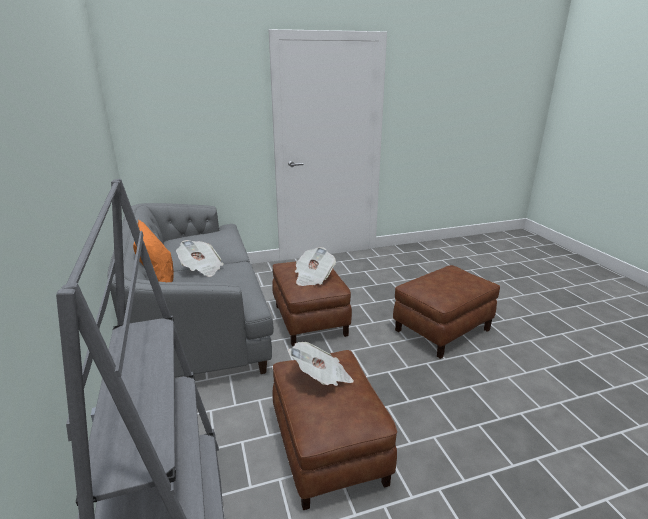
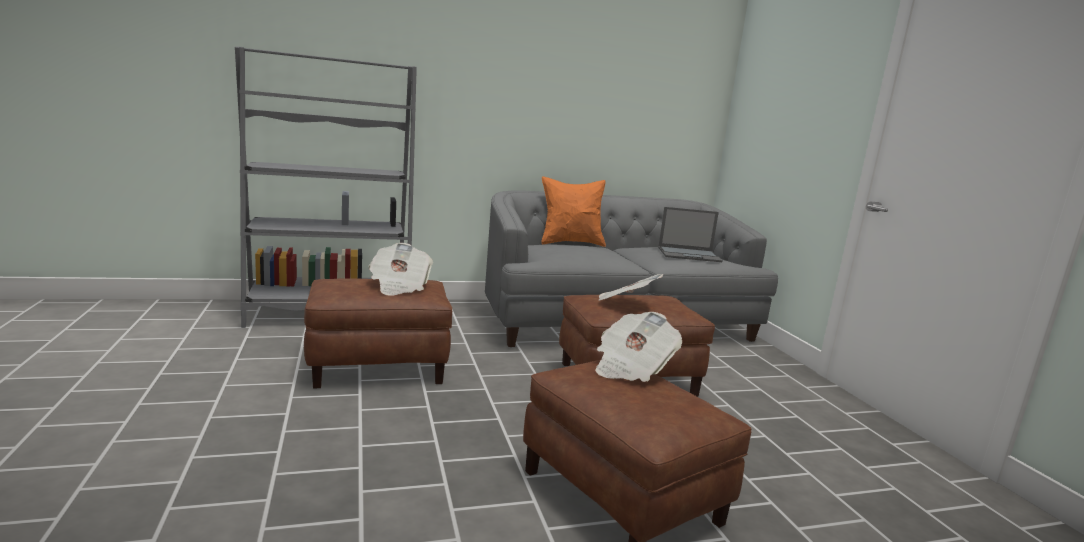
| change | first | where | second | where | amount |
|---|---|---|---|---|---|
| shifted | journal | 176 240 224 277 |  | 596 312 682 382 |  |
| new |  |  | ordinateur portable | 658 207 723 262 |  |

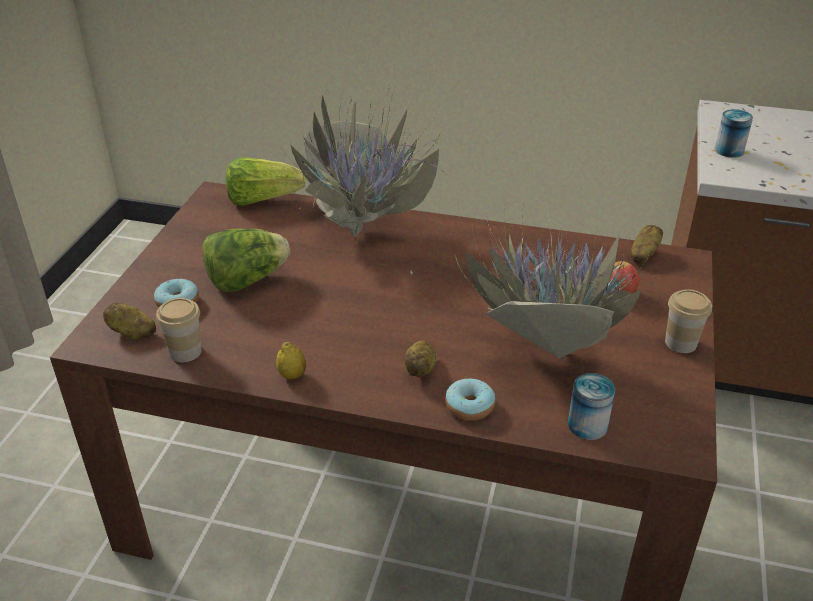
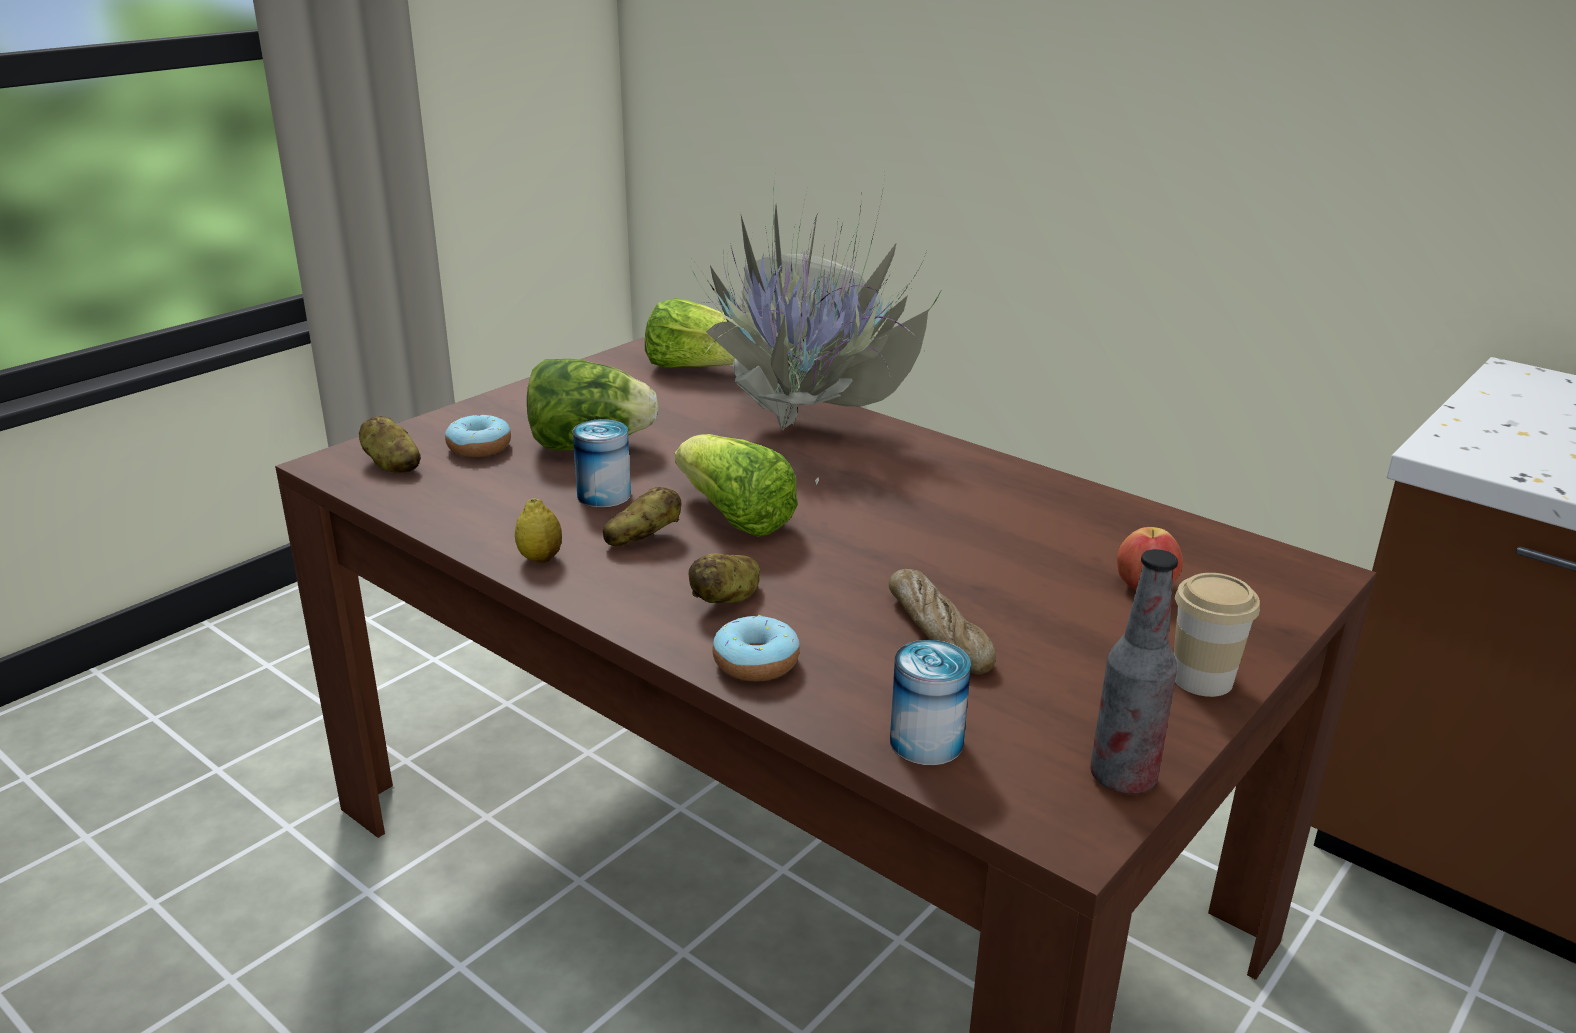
| change | first | where | second | where | amount |
|---|---|---|---|---|---|
| shifted | boîte métallique | 714 109 753 158 |  | 573 419 631 508 |  |
| swapped | plante en pot | 455 202 652 359 | pain | 889 569 996 674 |  |
| shifted | pomme de terre | 631 225 663 264 |  | 603 487 682 546 |  |
| gone | tasse | 156 298 202 362 |  |  |  |
| new |  |  | laitue | 675 434 798 537 |  |
| new |  |  | bouteille | 1090 549 1178 794 |  |

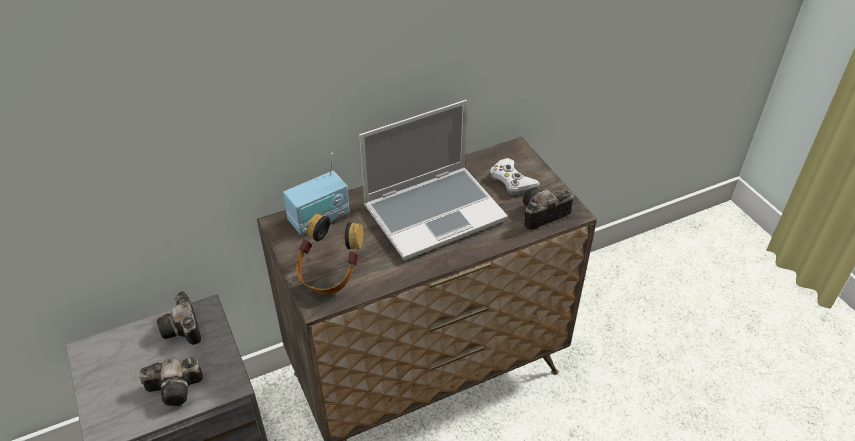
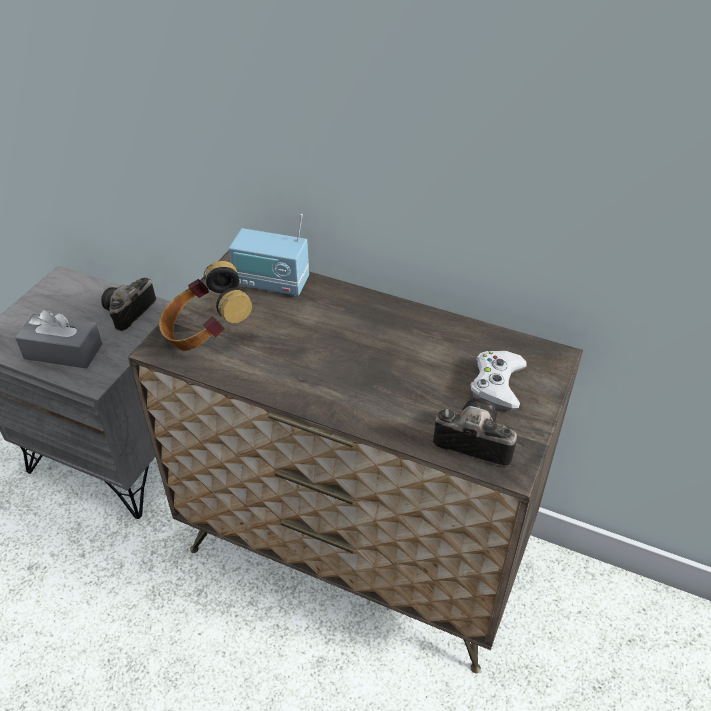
| change | first | where | second | where | amount |
|---|---|---|---|---|---|
| gone | ordinateur portable | 359 100 508 260 |  |  |  |
| swapped | appareil photo | 139 358 203 407 | boîte à mouchoirs [gris] | 15 309 102 369 |  |

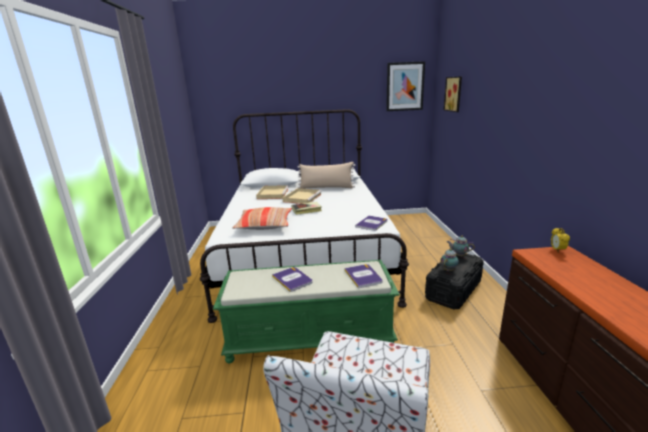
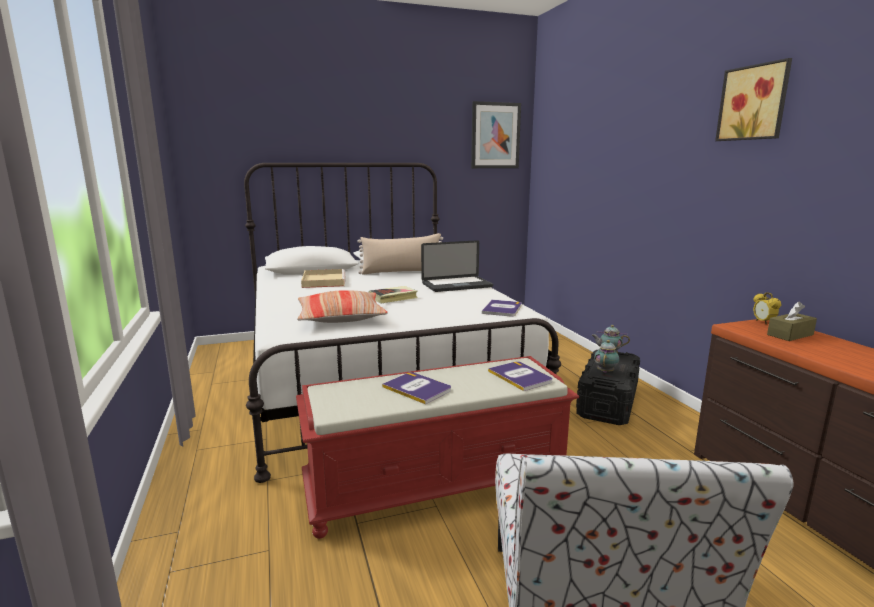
| change | first | where | second | where | amount |
|---|---|---|---|---|---|
| shifted | tableau | 444 76 462 112 |  | 715 58 792 141 |  |
| gone | plateau [beige] | 283 188 322 204 |  |  |  |
| repainted | banc [vert] | 213 260 400 363 | banc [rouge] | 296 356 579 539 |  |
| new |  |  | ordinateur portable | 421 240 493 292 |  |
| new |  |  | boîte à mouchoirs [marron] | 767 301 817 341 |  |

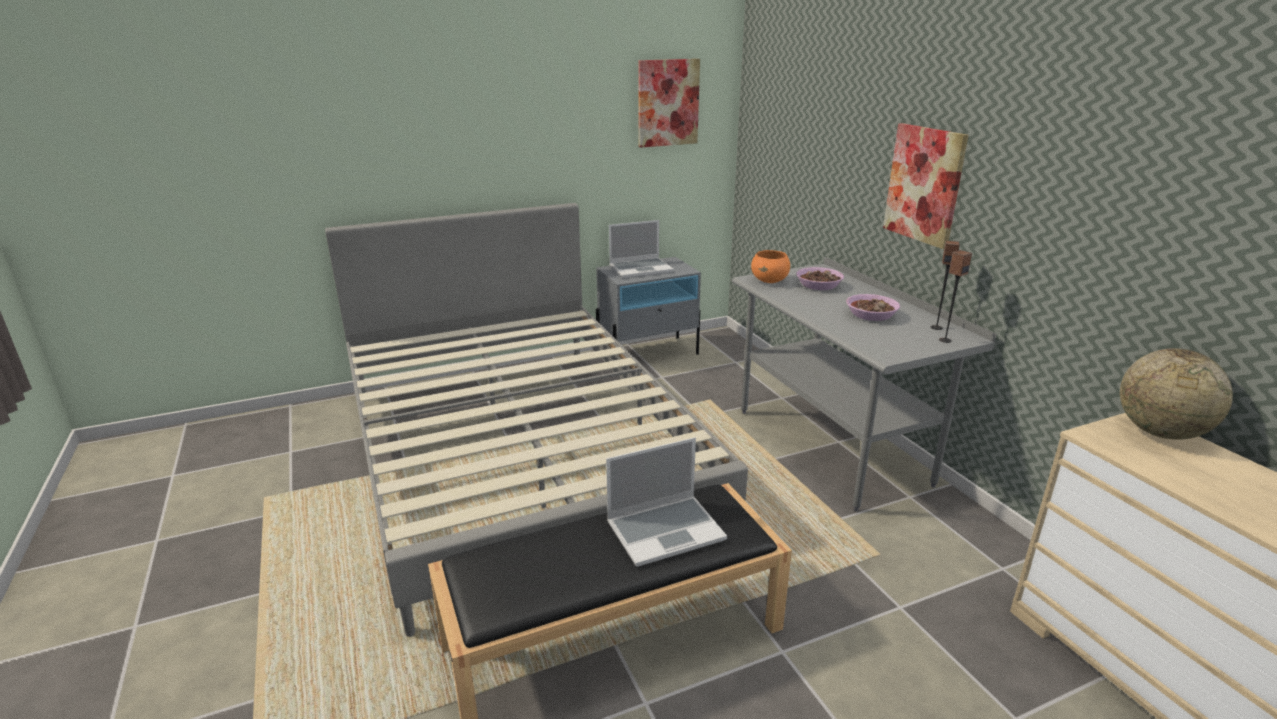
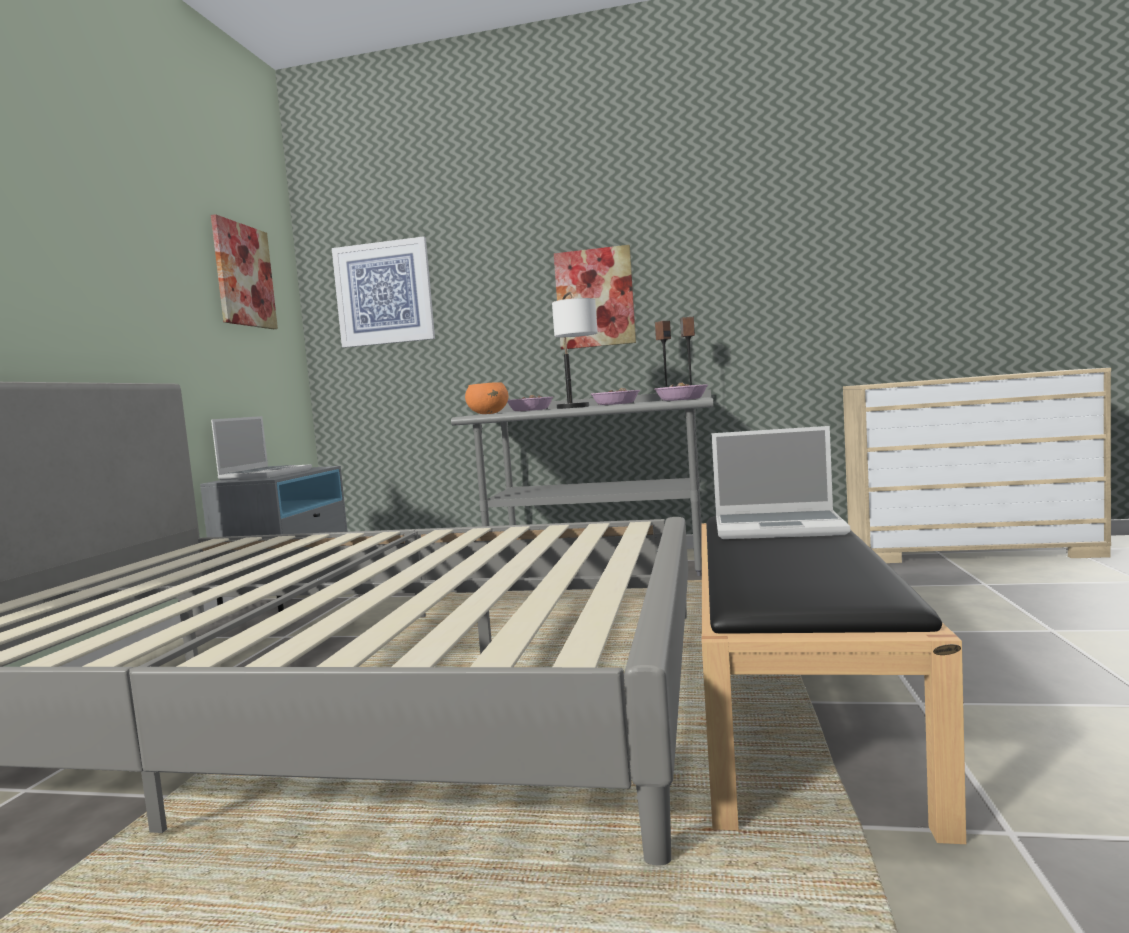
| change | first | where | second | where | amount |
|---|---|---|---|---|---|
| gone | globe | 1120 348 1233 440 |  |  |  |
| rotated | ordinateur portable | 606 437 727 567 |  | 712 426 850 539 | 90 degrees clockwise |
| new |  |  | tableau | 332 236 435 348 |  |
| new |  |  | lampe de table | 552 292 598 409 |  |
| new |  |  | bol | 654 383 708 401 |  |

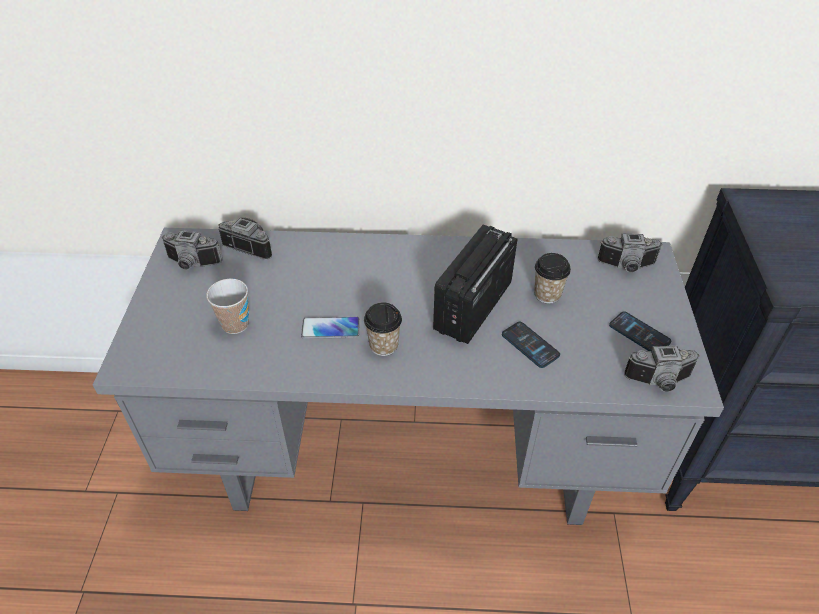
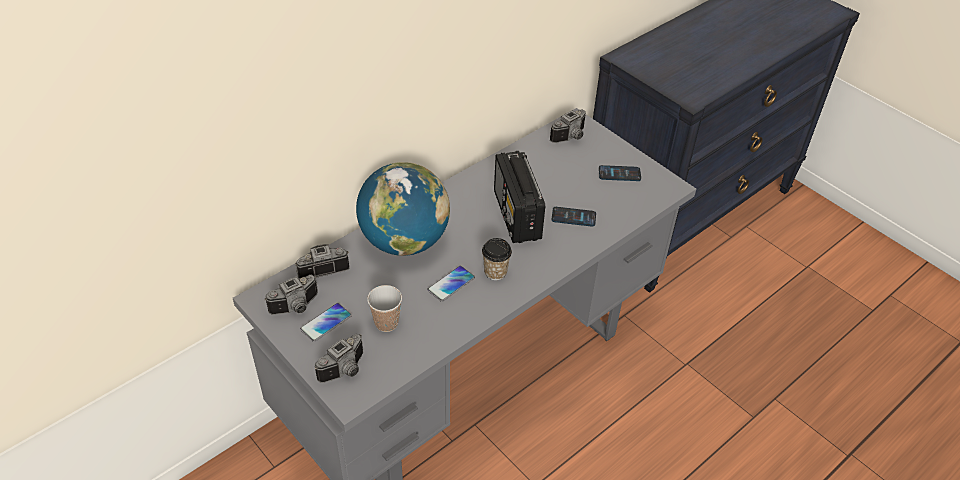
| change | first | where | second | where | amount |
|---|---|---|---|---|---|
| gone | tasse | 534 253 571 304 |  |  |  |
| shifted | appareil photo | 624 346 700 392 |  | 315 334 363 383 |  |
| new |  |  | globe | 356 162 450 256 |  |
| new |  |  | téléphone | 300 303 352 342 |  |

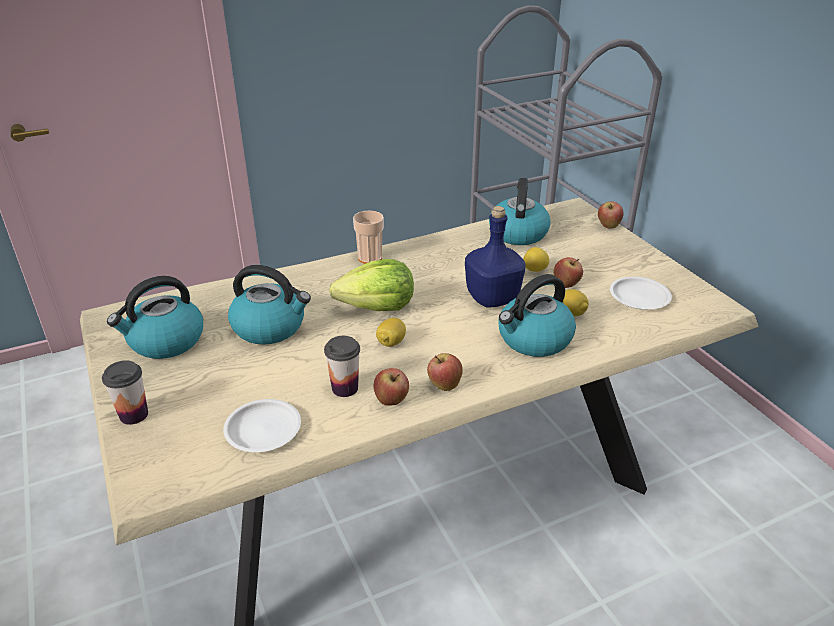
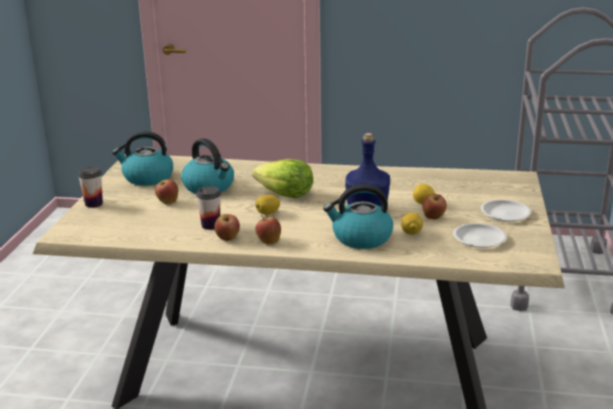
| change | first | where | second | where | amount |
|---|---|---|---|---|---|
| gone | bouilloire | 489 178 551 245 |  |  |  |
| shifted | pomme | 598 201 624 229 |  | 155 180 178 204 |  |
| gone | tasse | 353 210 384 264 |  |  |  |
| shifted | assiette [blanc] | 223 399 301 452 |  | 481 199 531 222 |  |

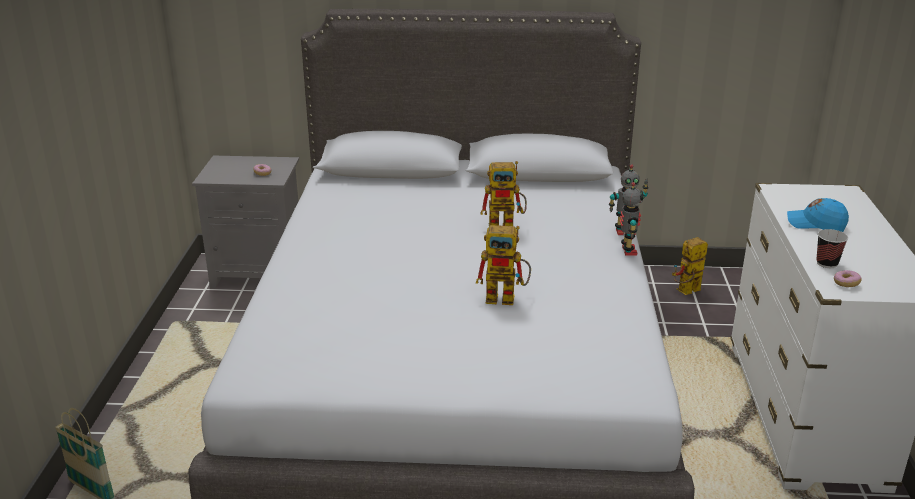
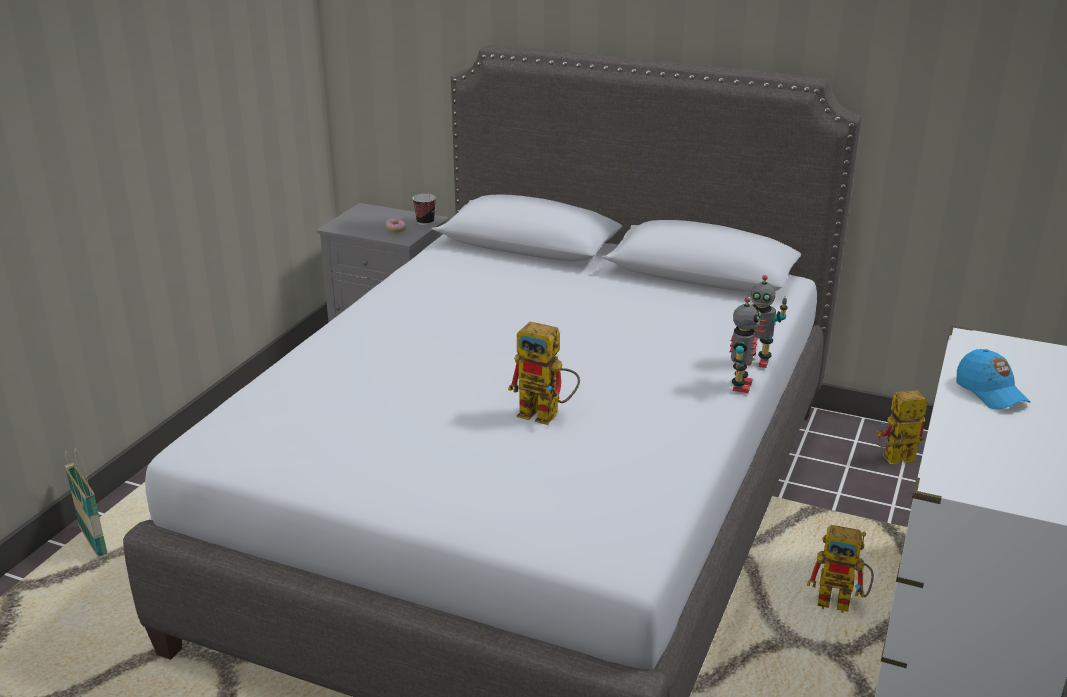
| change | first | where | second | where | amount |
|---|---|---|---|---|---|
| shifted | robot jouet | 481 161 527 226 |  | 807 525 874 613 |  |
| rotated | casquette [bleu] | 787 198 849 232 |  | 957 349 1030 409 | 150 degrees counterclockwise |
| shifted | tasse | 816 229 848 268 |  | 413 194 436 225 |  |
| gone | beignet | 834 270 862 287 |  |  |  |

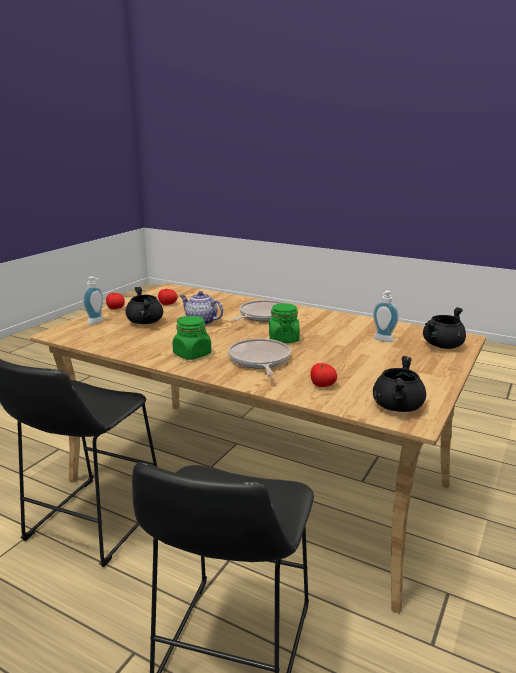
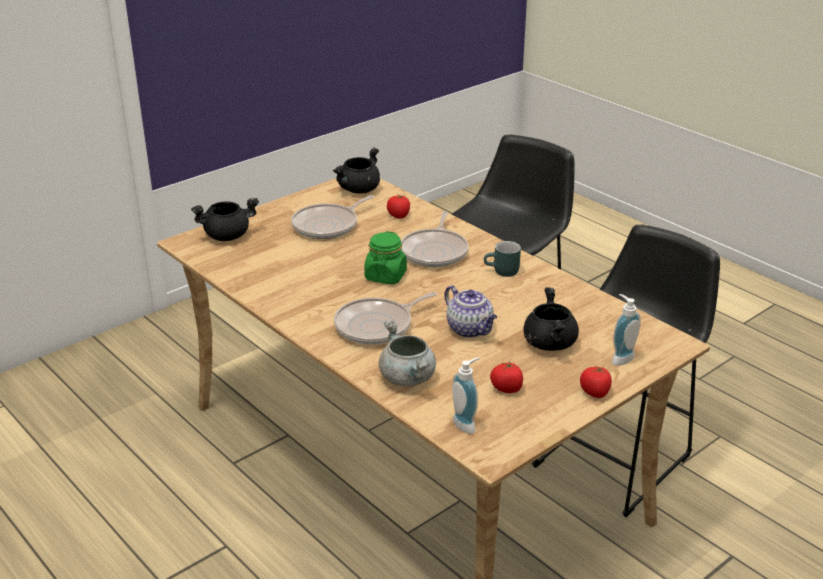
| change | first | where | second | where | amount |
|---|---|---|---|---|---|
| shifted | distributeur de savon | 373 291 399 342 |  | 452 358 480 434 |  |
| swapped | bocal [vert] | 172 316 212 360 | mug [turquoise] | 484 241 521 277 |  |
| new |  |  | poêle | 291 195 374 239 |  |
| new |  |  | marmite [gris] | 379 320 436 386 |  |

